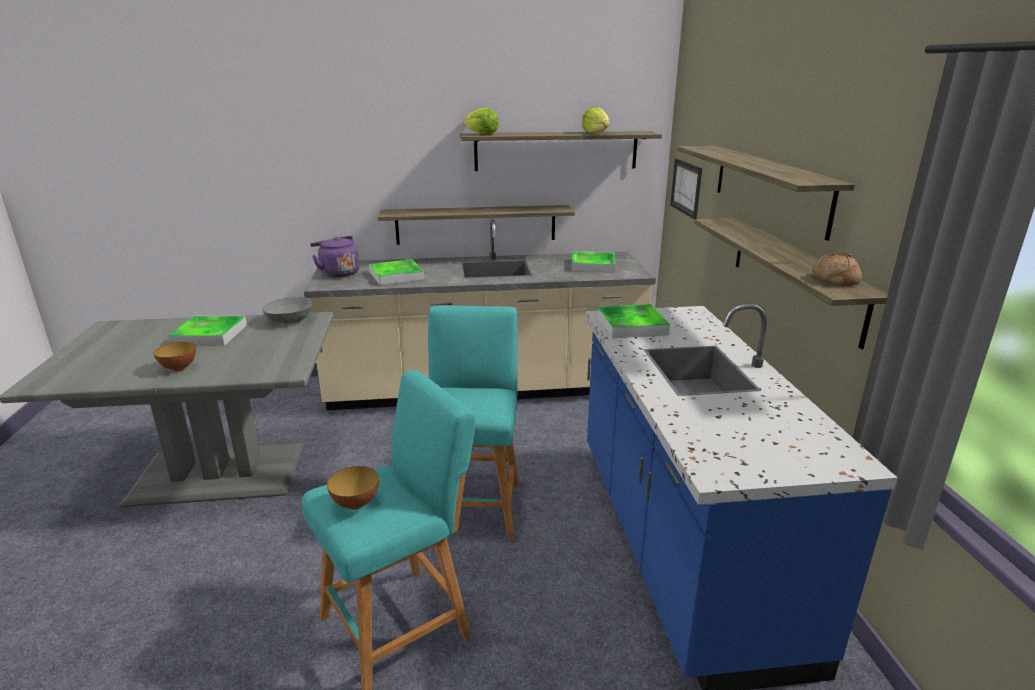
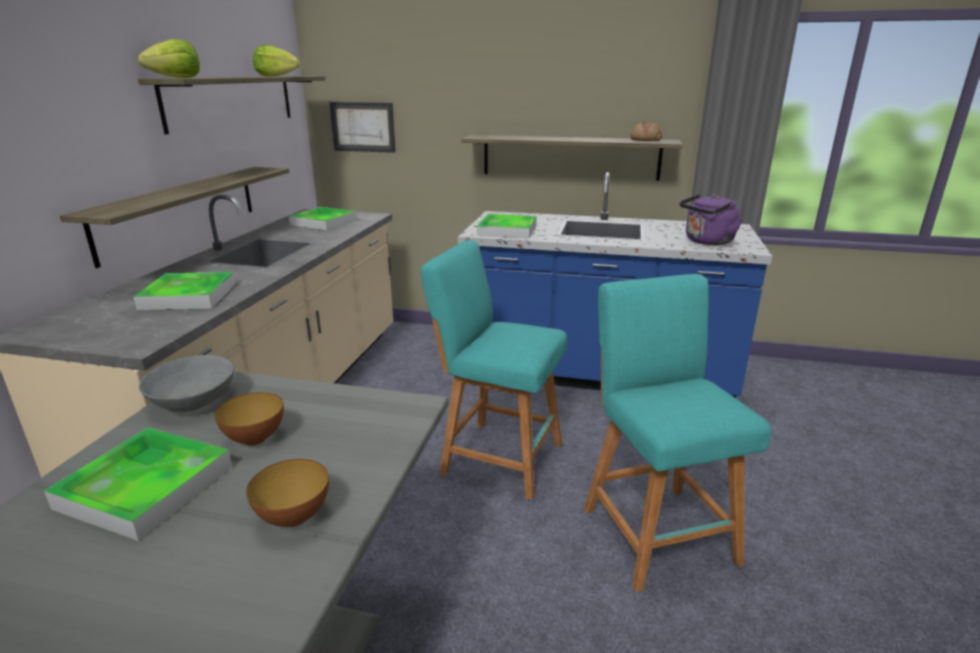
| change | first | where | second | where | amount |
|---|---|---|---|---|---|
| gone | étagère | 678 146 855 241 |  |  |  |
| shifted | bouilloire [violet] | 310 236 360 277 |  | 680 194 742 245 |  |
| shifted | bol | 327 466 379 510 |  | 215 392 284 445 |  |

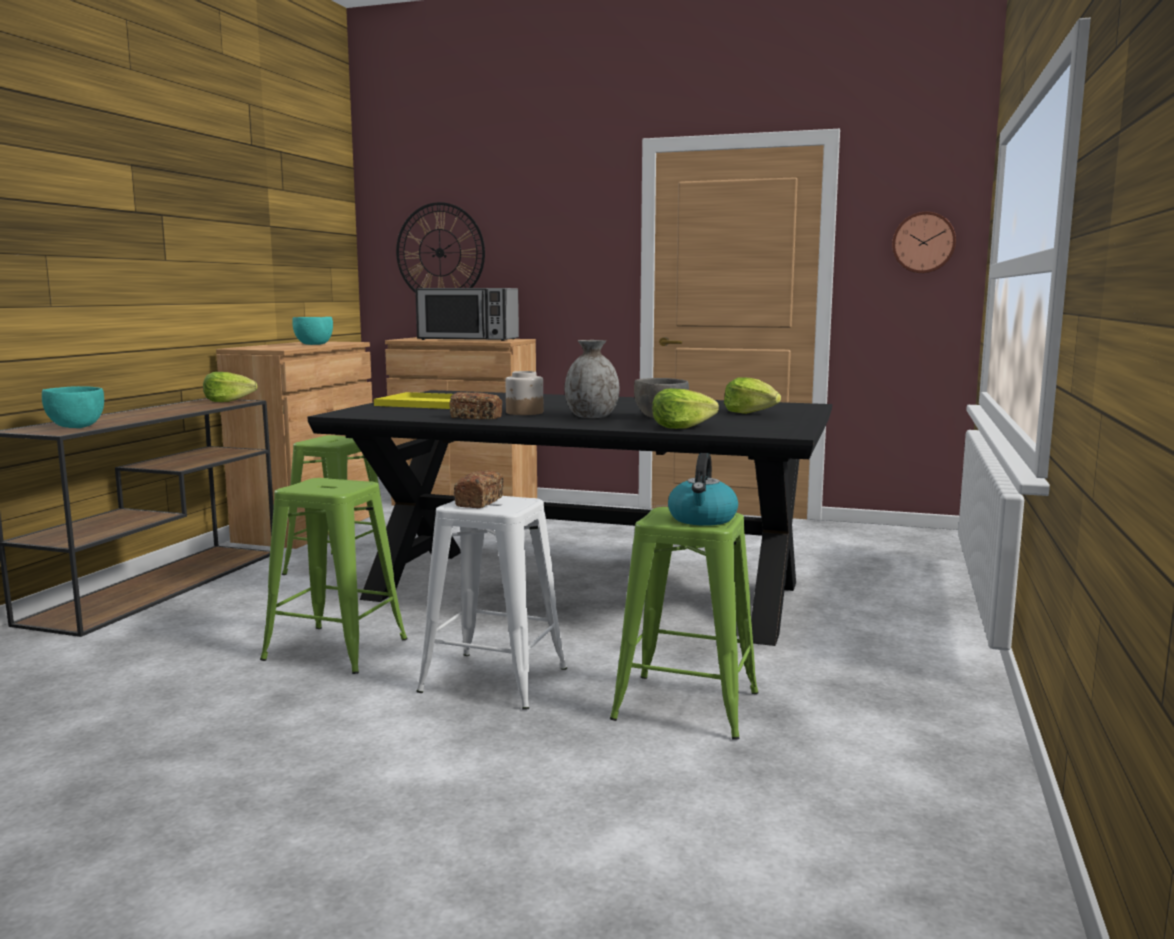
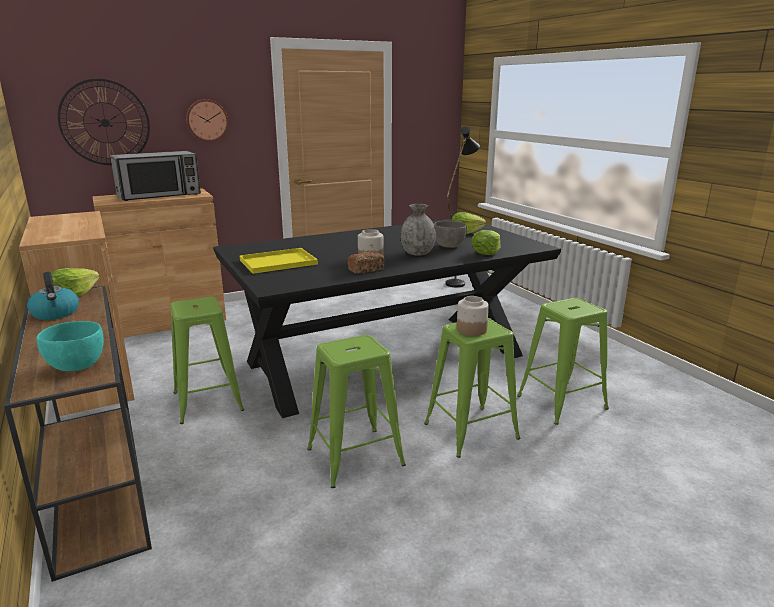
| change | first | where | second | where | amount |
|---|---|---|---|---|---|
| shifted | horloge murale | 892 212 956 273 |  | 186 99 228 142 |  |
| gone | bol [turquoise] | 292 317 333 345 |  |  |  |
| shifted | bouilloire | 668 453 738 526 |  | 27 272 79 320 |  |
| swapped | pain | 454 471 504 508 | bocal | 457 296 489 336 |  |
| repainted | tabouret [blanc] | 416 496 567 710 | tabouret [vert] | 424 318 520 458 |  |
| new |  |  | lampadaire [noir] | 446 126 480 287 |  |

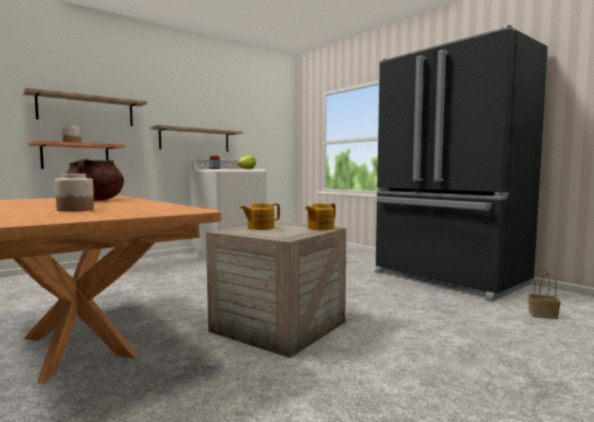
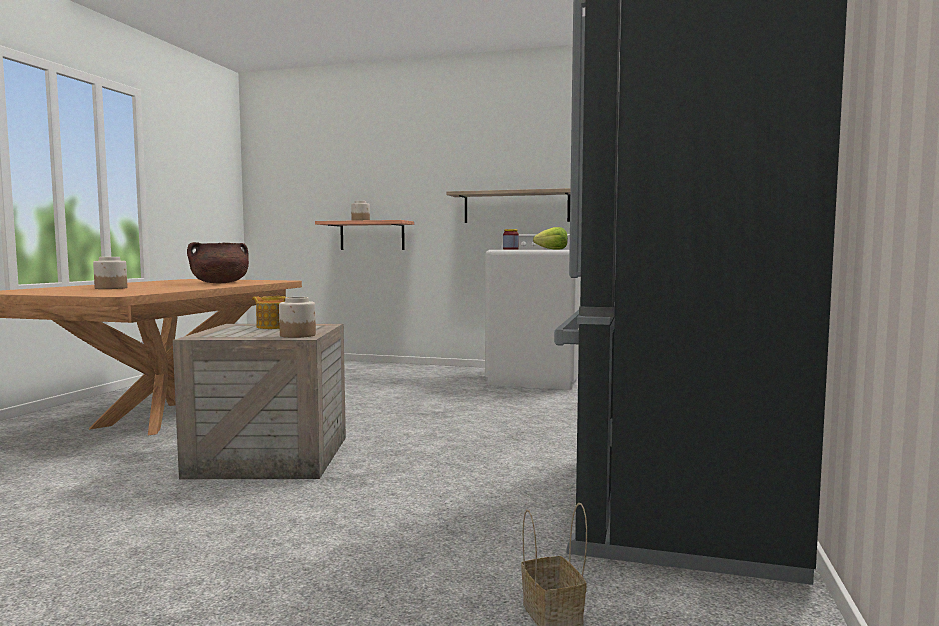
| change | first | where | second | where | amount |
|---|---|---|---|---|---|
| gone | étagère | 23 88 147 126 |  |  |  |
| swapped | théière | 305 203 336 230 | bocal | 279 297 316 338 |  |

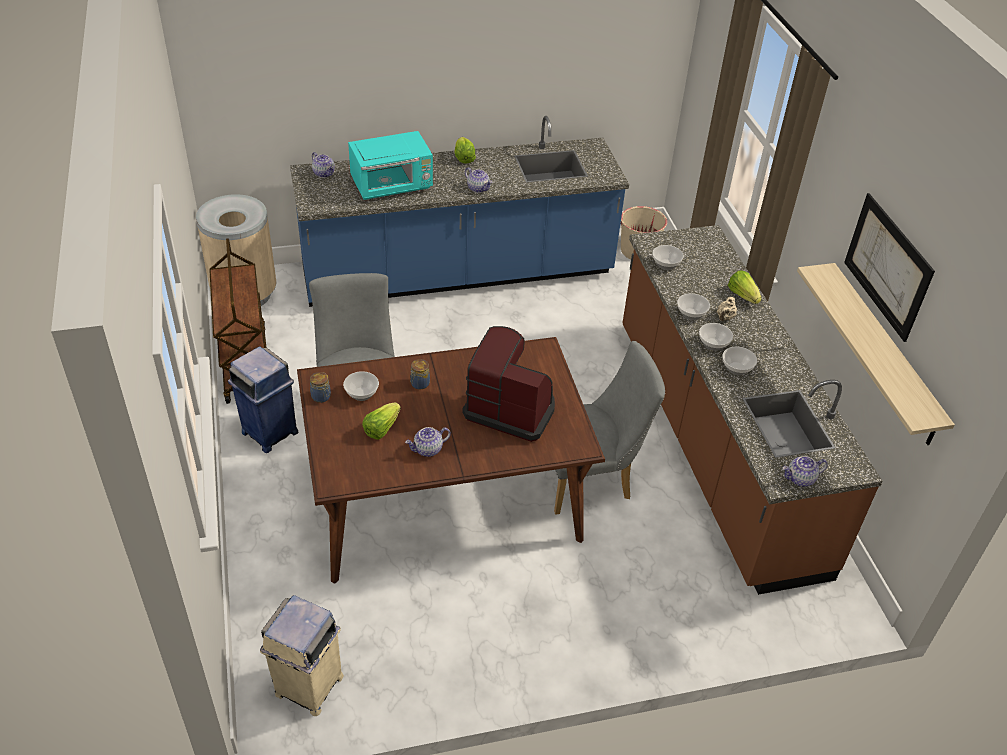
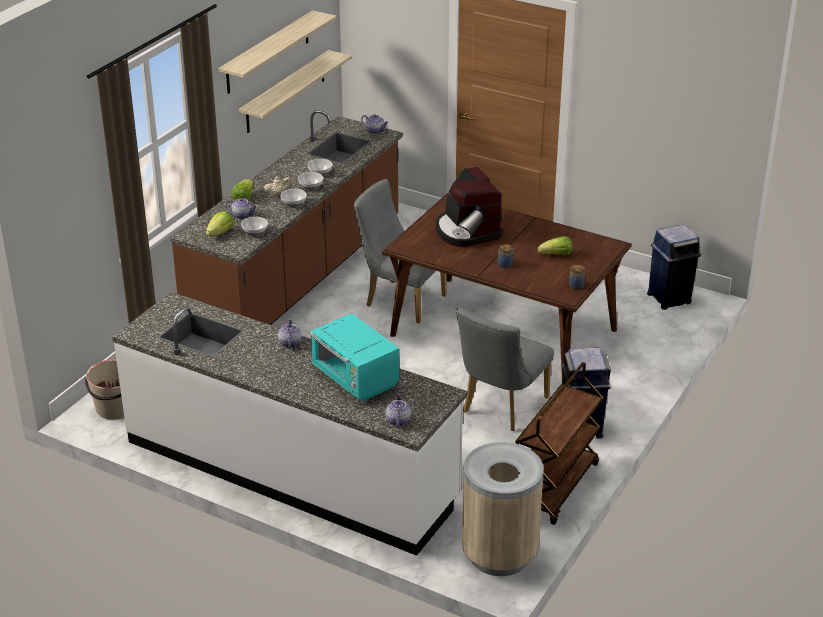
| change | first | where | second | where | amount |
|---|---|---|---|---|---|
| repainted | comptoir de cuisine [bleu] | 290 116 629 307 | comptoir de cuisine [blanc] | 112 292 467 556 |  |
| rotated | micro-ondes [turquoise] | 348 131 433 200 |  | 310 313 400 401 | 150 degrees counterclockwise |
| shifted | laitue | 455 137 476 163 |  | 206 211 234 236 |  |
| swapped | tableau | 844 193 935 342 | étagère | 218 10 336 94 |  |
| gone | bol | 343 371 379 401 |  |  |  |
| shifted | théière | 405 427 451 457 |  | 226 198 258 219 |  |
| repainted | poubelle [beige] | 260 595 344 716 | poubelle [bleu] | 647 225 701 310 |  |

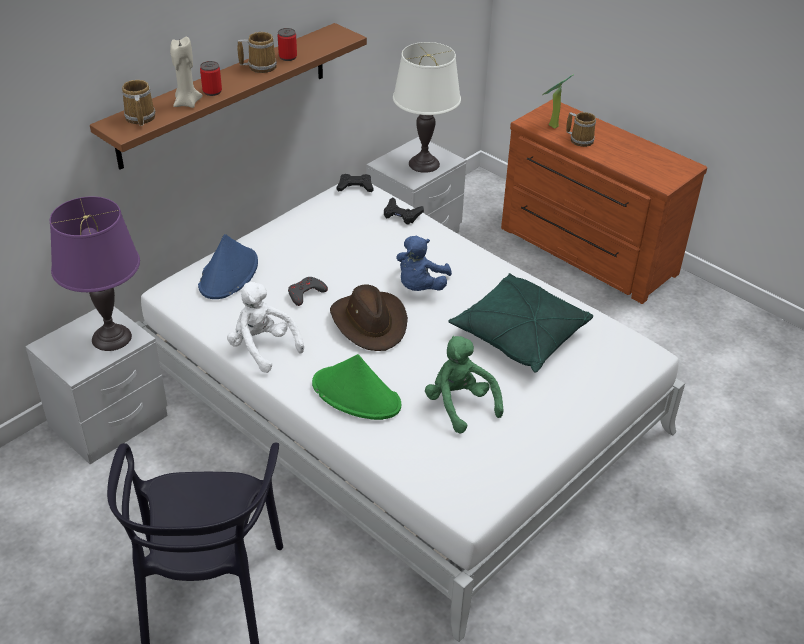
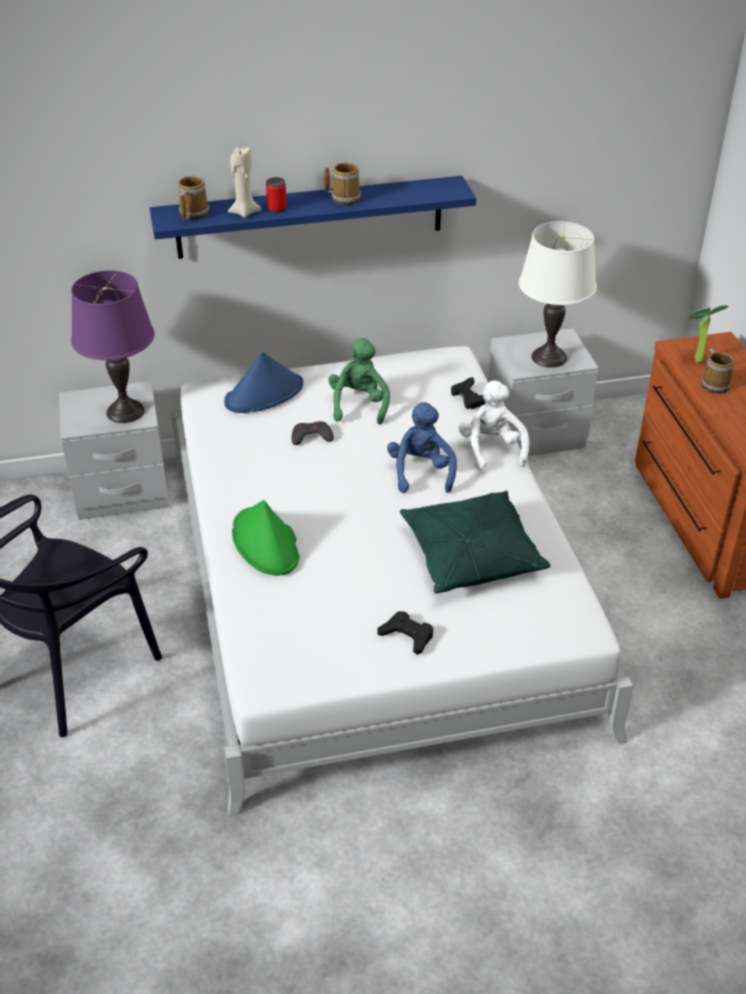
| change | first | where | second | where | amount |
|---|---|---|---|---|---|
| repainted | étagère [marron] | 90 23 367 169 | étagère [bleu] | 150 176 476 259 |  |
| gone | boîte métallique | 278 28 297 61 |  |  |  |
| shifted | manette [noir] | 336 174 374 192 |  | 377 611 433 655 |  |
| rotated | peluche [bleu] | 396 236 452 291 |  | 387 402 457 493 | 120 degrees clockwise |
| shifted | peluche [blanc] | 227 282 304 373 |  | 458 380 529 470 |  |
| gone | chapeau [marron] | 330 285 408 351 |  |  |  |
| shifted | peluche [vert] | 425 336 503 434 |  | 329 338 390 425 |  |

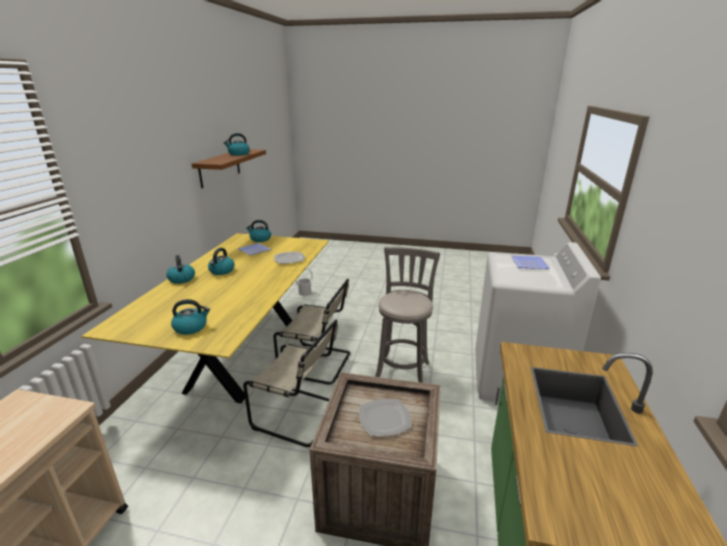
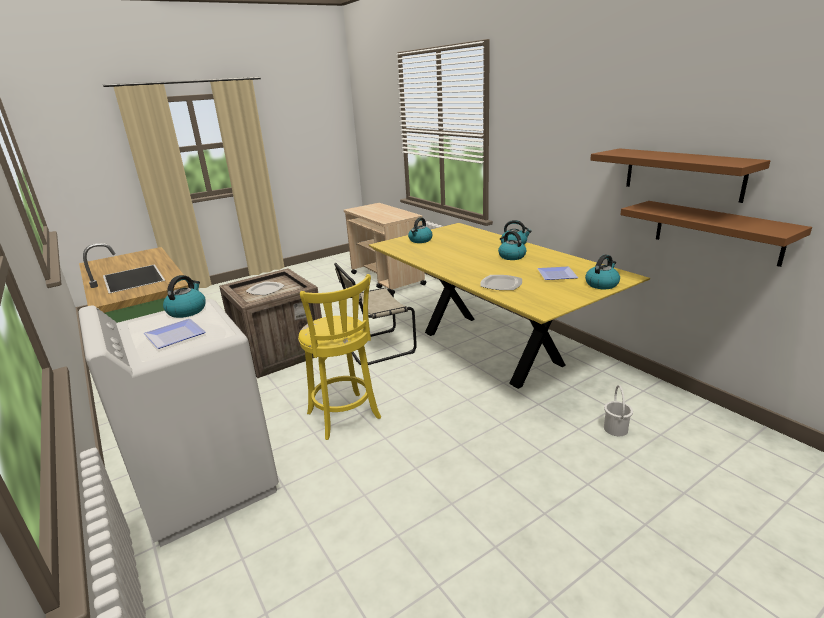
| change | first | where | second | where | amount |
|---|---|---|---|---|---|
| shifted | bouilloire | 224 133 250 156 |  | 163 275 206 318 |  |
| repainted | tabouret [gris] | 375 247 440 383 | tabouret [jaune] | 298 274 381 440 |  |
| gone | chaise [beige] | 273 279 350 384 |  |  |  |
| new |  |  | étagère [marron] | 620 201 812 267 |  |

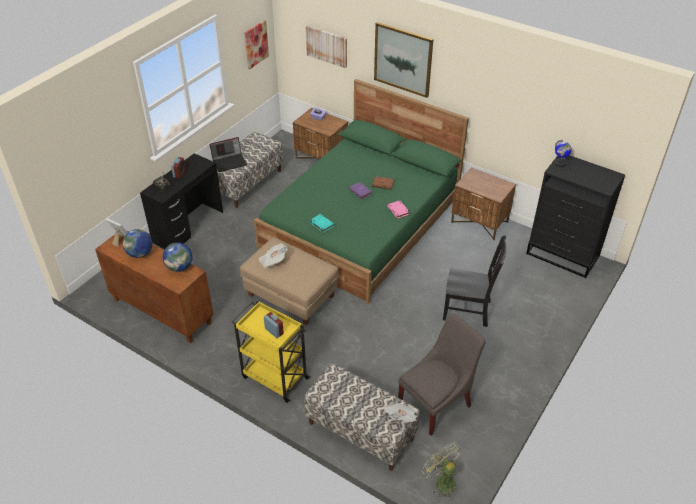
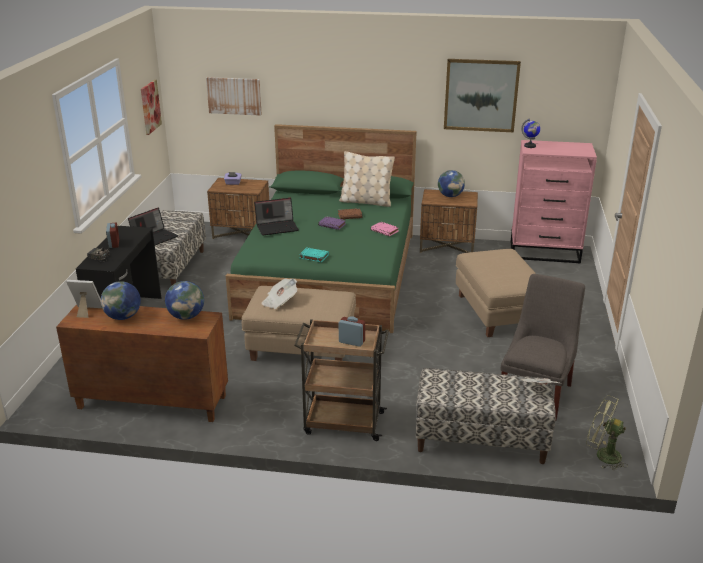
| change | first | where | second | where | amount |
|---|---|---|---|---|---|
| shifted | tableau | 374 22 433 98 |  | 444 59 521 132 |  |
| repainted | commode [noir] | 526 155 625 278 | commode [rose] | 510 140 597 264 |  |
| swapped | chaise [noir] | 443 235 506 327 | pouf [beige] | 456 249 536 337 |  |
| repainted | chariot [jaune] | 231 301 311 403 | chariot [marron] | 294 319 389 441 |  |
| new |  |  | coussin [beige] | 339 151 395 207 |  |
| new |  |  | globe | 438 170 465 197 |  |
| new |  |  | ordinateur portable | 254 198 299 235 |  |

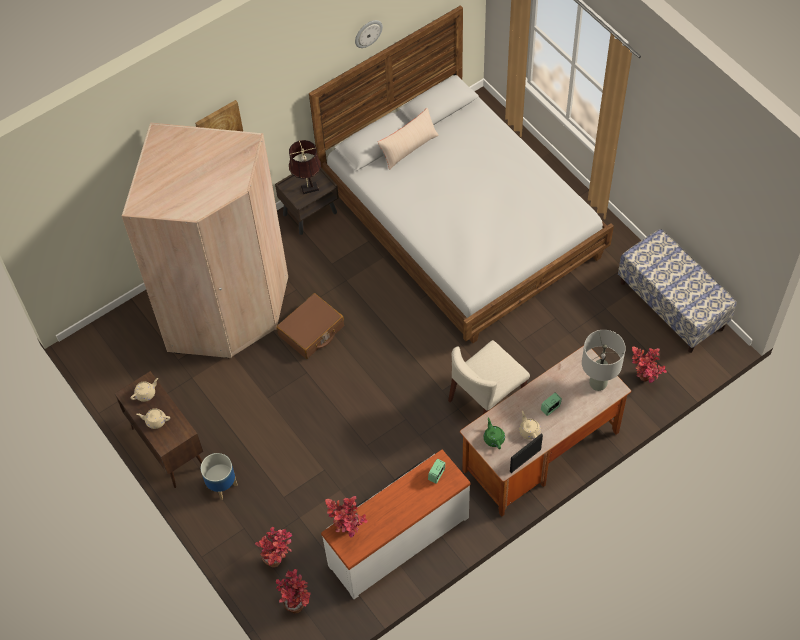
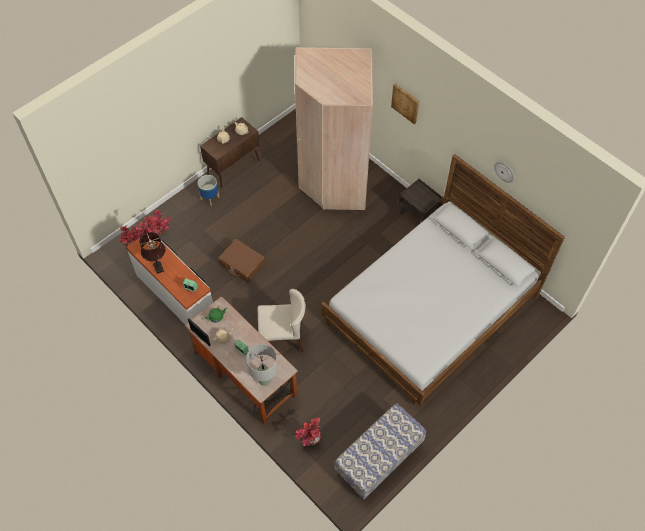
| change | first | where | second | where | amount |
|---|---|---|---|---|---|
| gone | coussin [beige] | 378 108 438 170 |  |  |  |
| shifted | lampe de table [marron] | 289 140 321 194 |  | 139 232 166 274 |  |
| shifted | valise [marron] | 276 293 344 359 |  | 218 239 265 283 |  |
| rotated | chaise [beige] | 448 340 530 414 |  | 258 289 306 352 | 135 degrees clockwise |

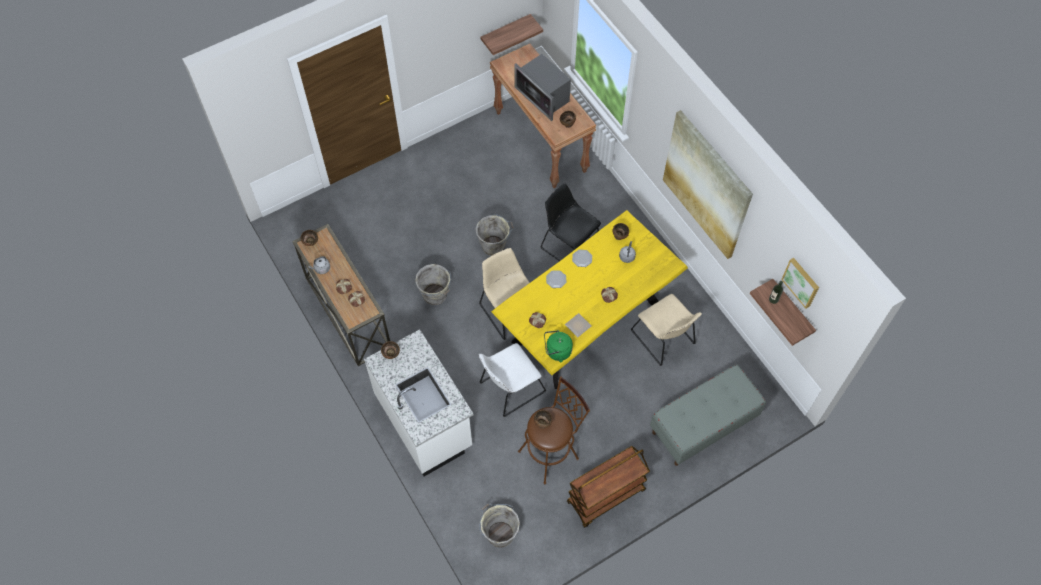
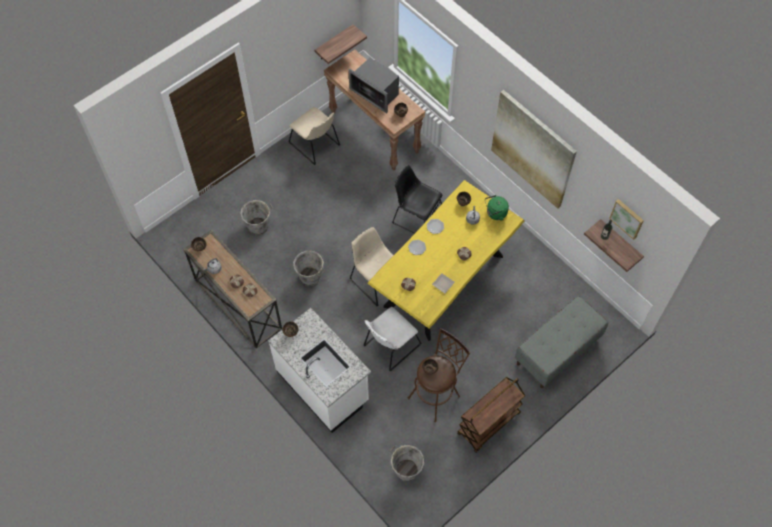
| change | first | where | second | where | amount |
|---|---|---|---|---|---|
| shifted | seau [gris] | 476 214 514 256 |  | 240 199 273 235 |  |
| shifted | chaise [beige] | 631 294 702 366 |  | 289 107 340 165 |  |
| shifted | bouilloire [vert] | 544 330 573 362 |  | 485 195 509 220 |  |

